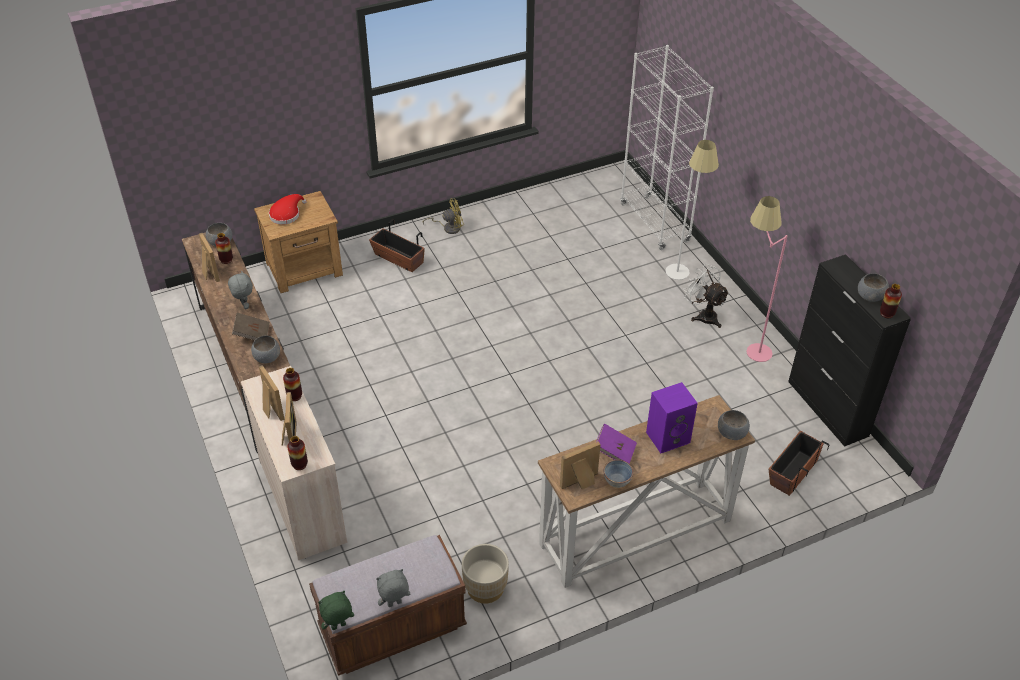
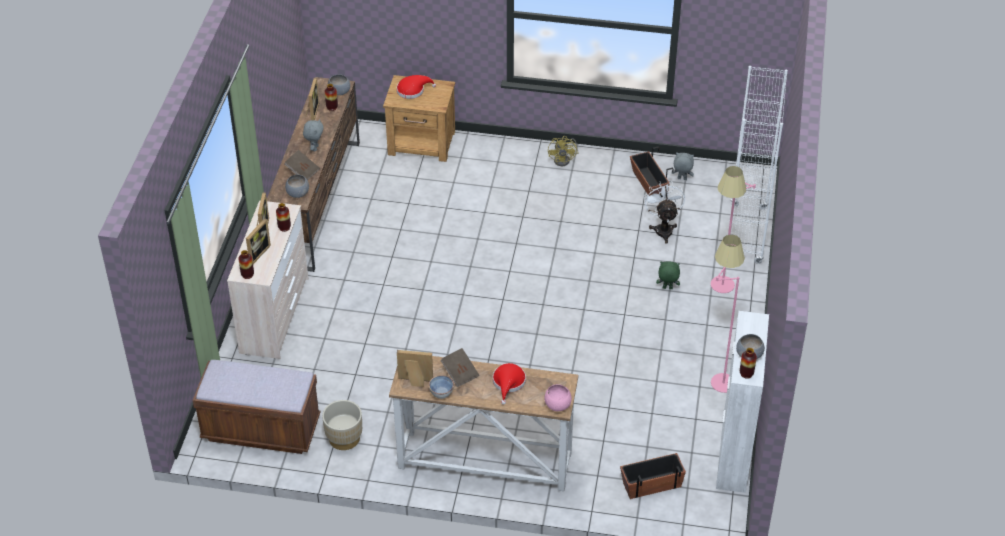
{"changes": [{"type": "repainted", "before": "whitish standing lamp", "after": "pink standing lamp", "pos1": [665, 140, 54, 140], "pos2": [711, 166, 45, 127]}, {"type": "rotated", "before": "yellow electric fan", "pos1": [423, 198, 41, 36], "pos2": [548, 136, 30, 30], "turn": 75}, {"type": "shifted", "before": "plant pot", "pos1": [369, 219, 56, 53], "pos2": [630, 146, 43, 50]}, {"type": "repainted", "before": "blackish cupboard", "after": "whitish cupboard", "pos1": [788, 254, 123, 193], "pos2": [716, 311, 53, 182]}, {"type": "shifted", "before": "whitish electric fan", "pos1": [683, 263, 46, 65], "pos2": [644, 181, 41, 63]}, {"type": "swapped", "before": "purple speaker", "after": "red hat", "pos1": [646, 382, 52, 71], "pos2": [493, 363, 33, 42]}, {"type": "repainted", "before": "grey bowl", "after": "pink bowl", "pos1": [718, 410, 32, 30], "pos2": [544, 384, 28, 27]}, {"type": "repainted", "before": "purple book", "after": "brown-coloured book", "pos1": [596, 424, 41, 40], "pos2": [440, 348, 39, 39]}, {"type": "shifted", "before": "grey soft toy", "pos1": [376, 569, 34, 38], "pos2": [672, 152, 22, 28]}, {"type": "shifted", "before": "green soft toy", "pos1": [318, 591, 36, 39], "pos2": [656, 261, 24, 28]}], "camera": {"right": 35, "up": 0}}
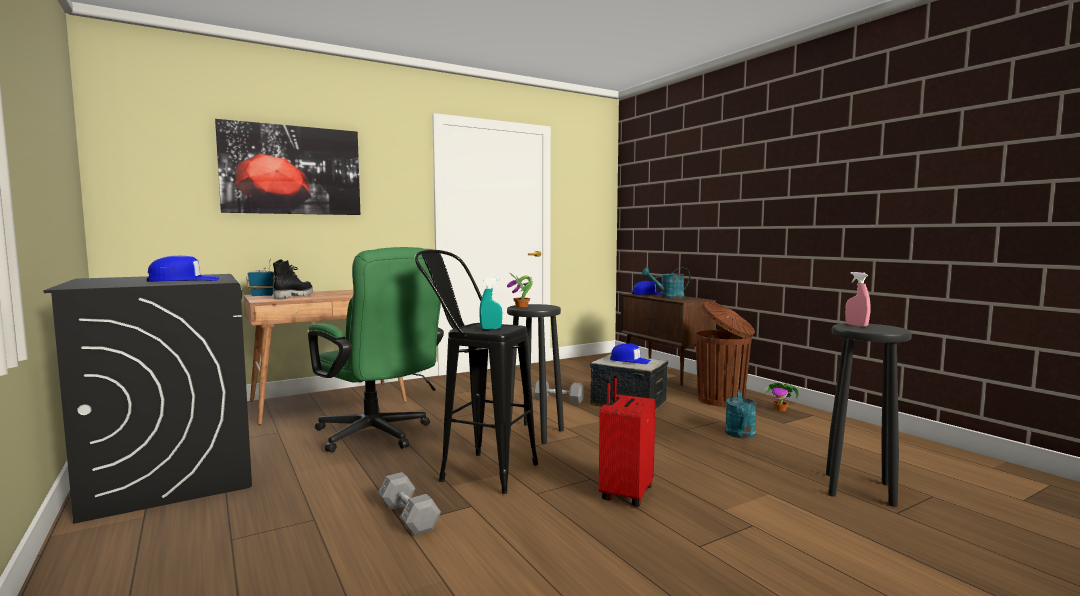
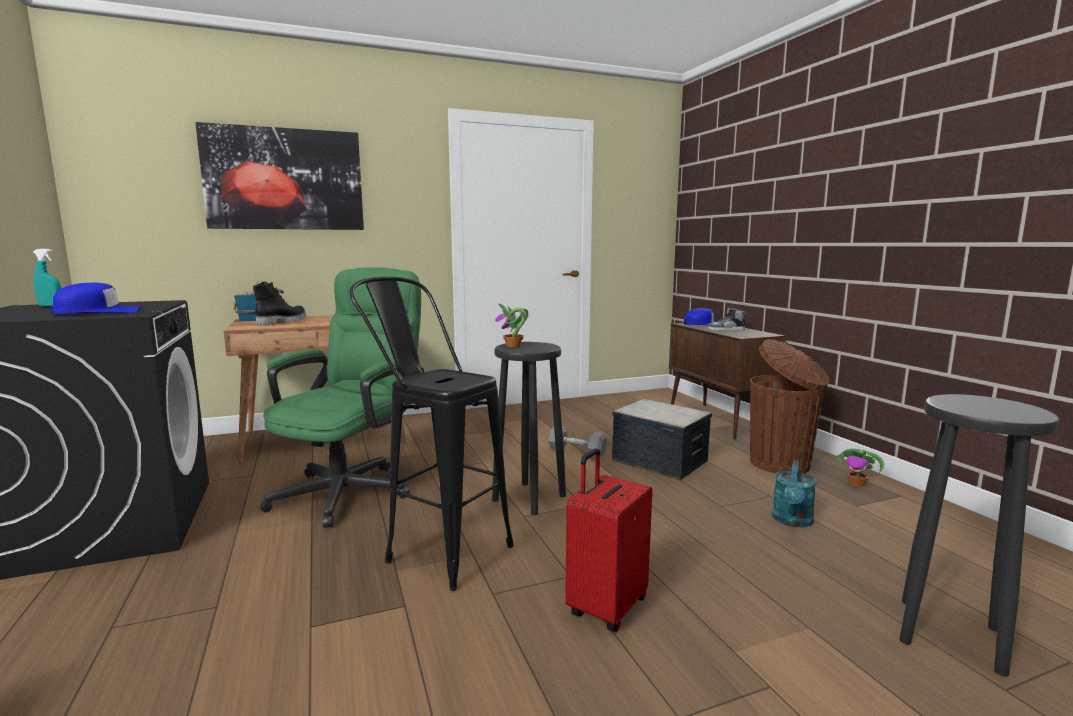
{"changes": [{"type": "rotated", "before": "green desk chair", "pos1": [308, 247, 136, 206], "pos2": [260, 267, 164, 261], "turn": -120}, {"type": "swapped", "before": "turquoise watering pot", "after": "shoe", "pos1": [642, 267, 48, 32], "pos2": [707, 308, 40, 23]}, {"type": "gone", "before": "pink sprayer", "pos1": [845, 272, 26, 55]}, {"type": "shifted", "before": "turquoise sprayer", "pos1": [479, 278, 23, 52], "pos2": [33, 249, 28, 58]}, {"type": "gone", "before": "blue-coloured baseball cap", "pos1": [610, 343, 41, 21]}, {"type": "gone", "before": "grey free weight", "pos1": [378, 472, 63, 64]}], "camera": {"right": 10, "up": 5}}
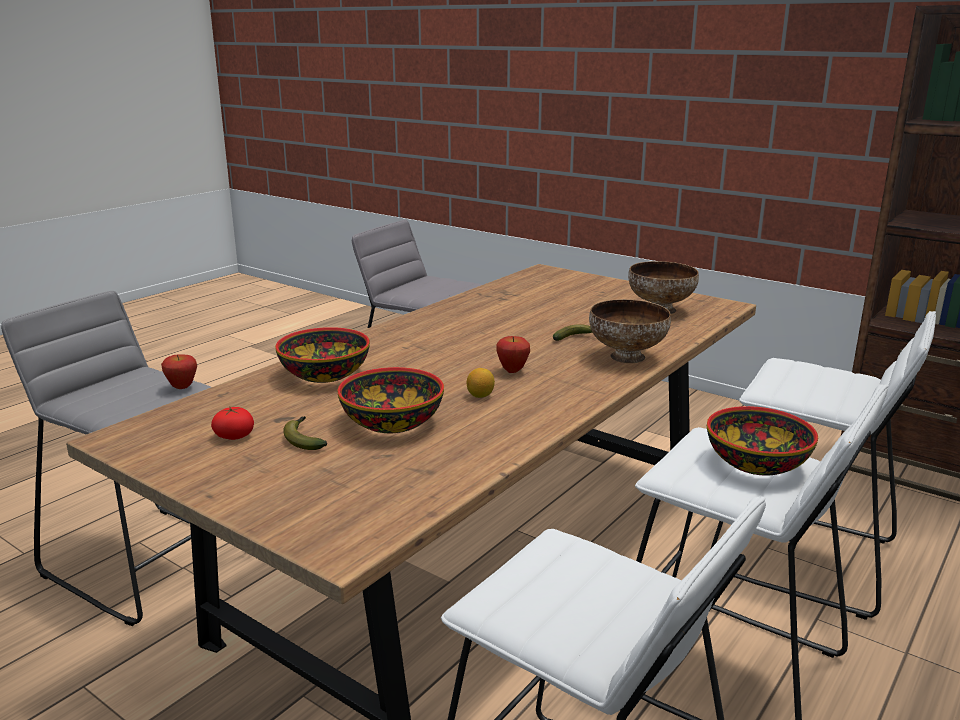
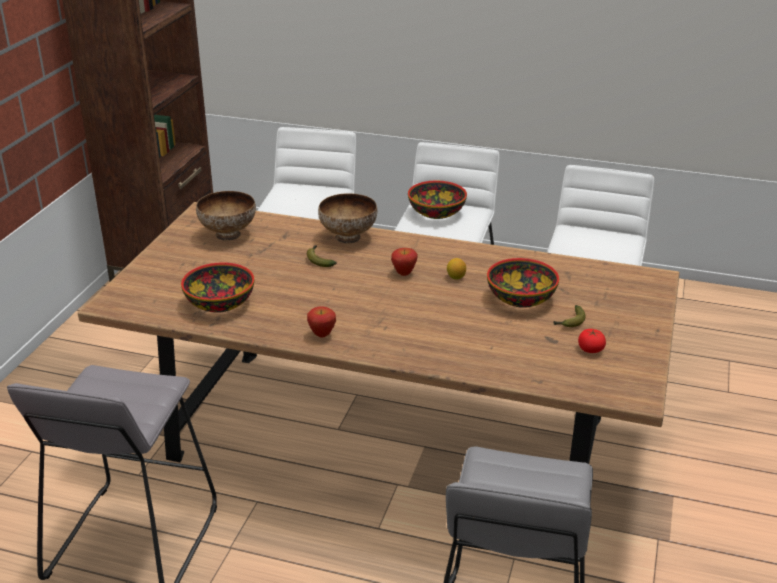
{"changes": [{"type": "shifted", "before": "bowl", "pos1": [275, 327, 95, 56], "pos2": [181, 262, 73, 51]}, {"type": "shifted", "before": "whole apple", "pos1": [161, 354, 36, 35], "pos2": [307, 306, 29, 32]}], "camera": {"right": -110, "up": 10}}
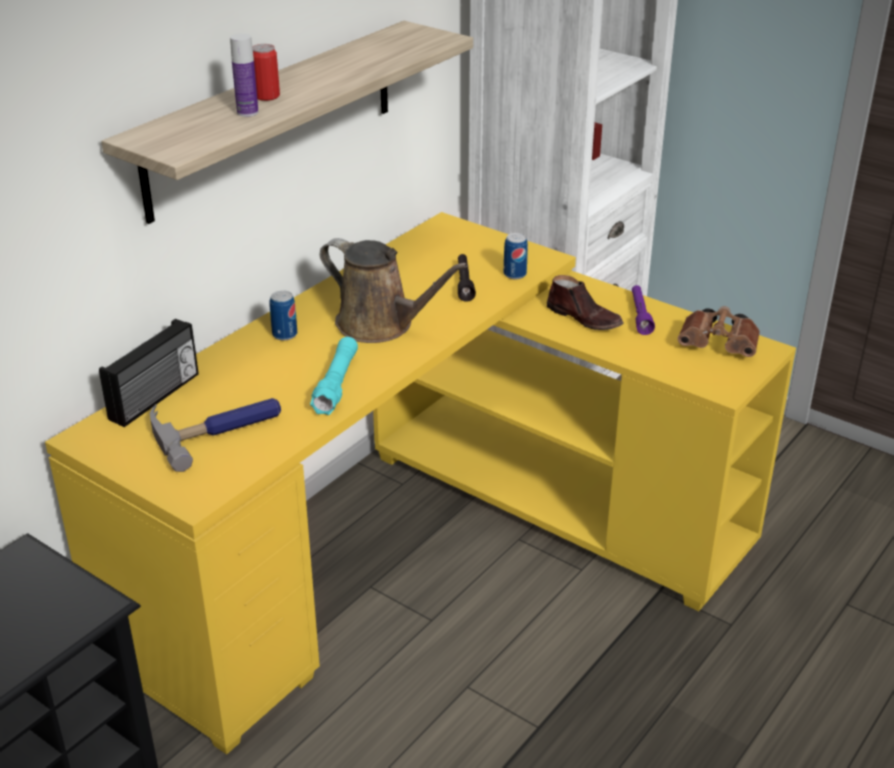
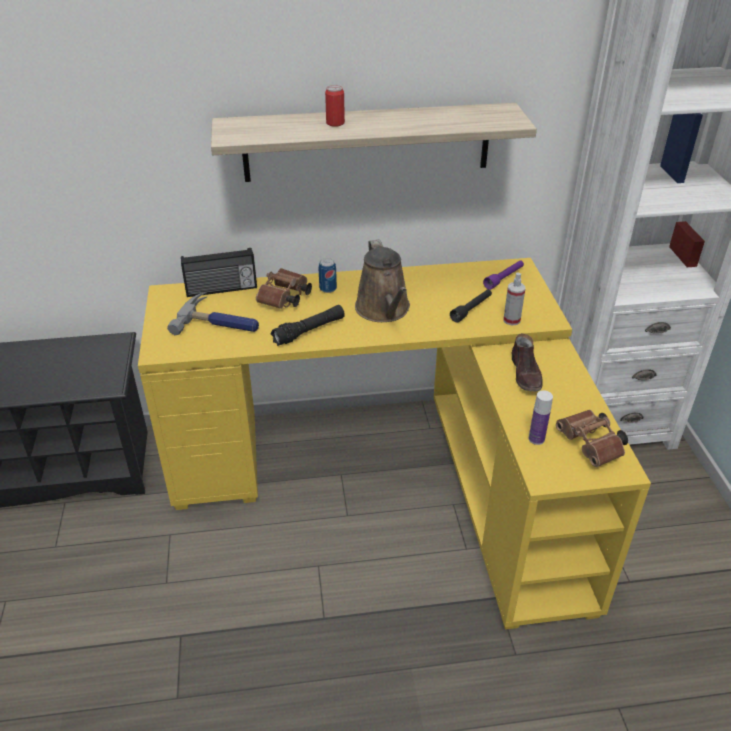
{"changes": [{"type": "shifted", "before": "bottle", "pos1": [230, 33, 28, 84], "pos2": [529, 390, 24, 55]}, {"type": "swapped", "before": "metal can", "after": "sprayer", "pos1": [504, 233, 24, 46], "pos2": [504, 273, 21, 53]}, {"type": "shifted", "before": "purple torch", "pos1": [632, 285, 23, 50], "pos2": [483, 260, 41, 30]}, {"type": "repainted", "before": "turquoise torch", "after": "blackish torch", "pos1": [310, 337, 48, 78], "pos2": [270, 305, 75, 41]}, {"type": "new", "after": "brown-coloured field glasses", "pos2": [256, 268, 56, 41]}], "camera": {"right": 45, "up": 5}}
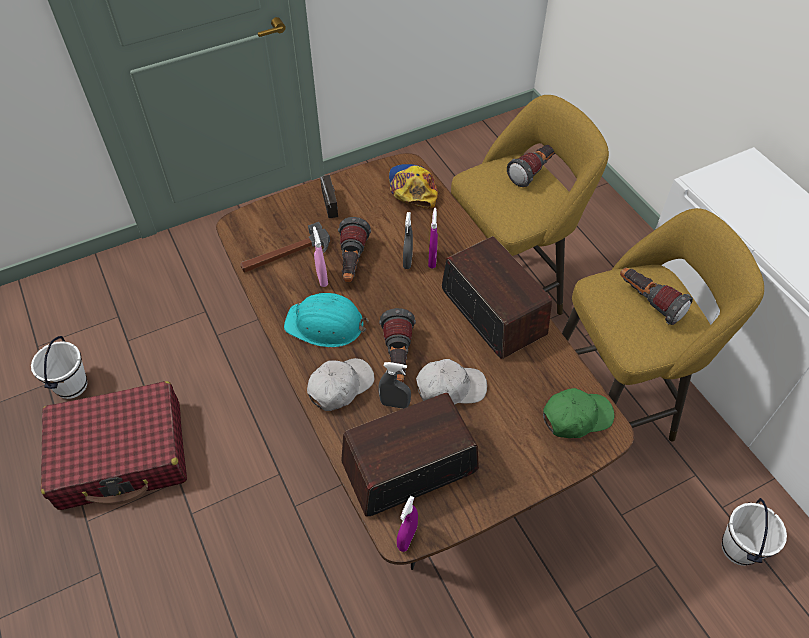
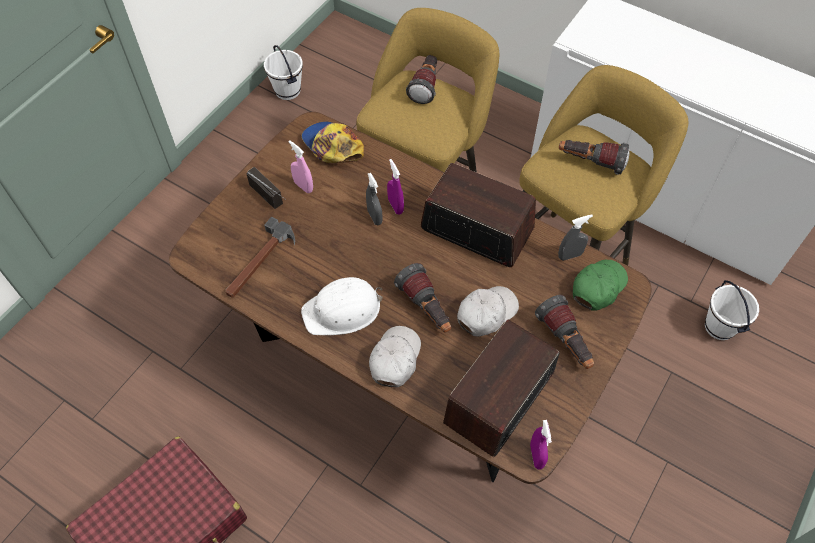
{"changes": [{"type": "shifted", "before": "torch", "pos1": [338, 217, 33, 65], "pos2": [535, 295, 59, 74]}, {"type": "shifted", "before": "pink sprayer", "pos1": [313, 227, 15, 60], "pos2": [289, 140, 24, 53]}, {"type": "repainted", "before": "turquoise hard hat", "after": "whitish hard hat", "pos1": [284, 293, 85, 54], "pos2": [301, 277, 82, 58]}, {"type": "shifted", "before": "whitish water bucket", "pos1": [31, 336, 56, 63], "pos2": [264, 45, 39, 55]}, {"type": "shifted", "before": "grey sprayer", "pos1": [378, 362, 33, 47], "pos2": [558, 214, 35, 47]}], "camera": {"right": -30, "up": 5}}
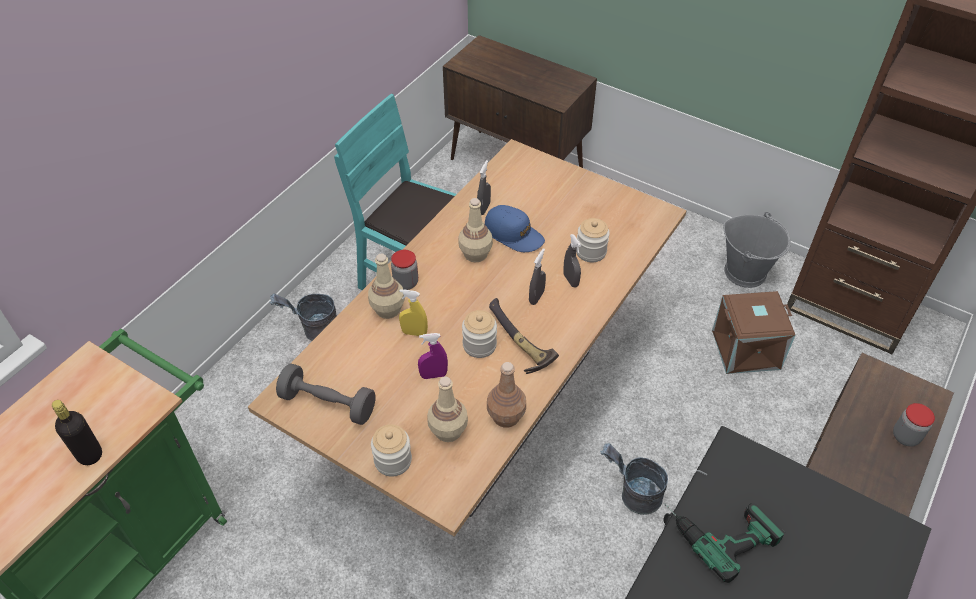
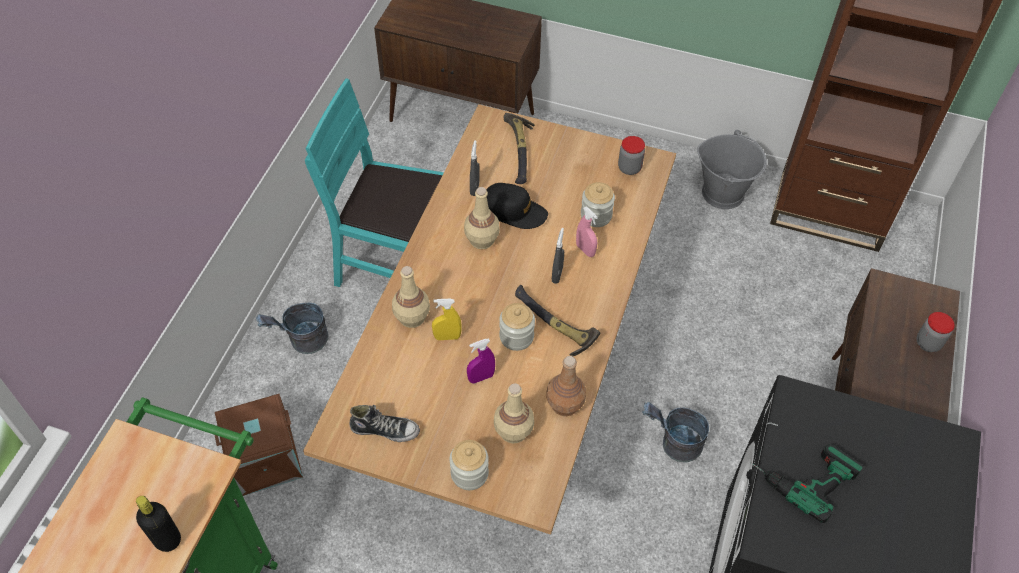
{"changes": [{"type": "repainted", "before": "blue-coloured baseball cap", "after": "blackish baseball cap", "pos1": [485, 205, 60, 47], "pos2": [486, 183, 62, 46]}, {"type": "repainted", "before": "grey sprayer", "after": "pink sprayer", "pos1": [563, 234, 18, 54], "pos2": [576, 206, 22, 51]}, {"type": "shifted", "before": "storage jar", "pos1": [391, 250, 27, 40], "pos2": [618, 136, 27, 39]}, {"type": "shifted", "before": "brown-coloured storage box", "pos1": [712, 291, 83, 83], "pos2": [215, 394, 88, 102]}, {"type": "swapped", "before": "grey free weight", "after": "shoe", "pos1": [276, 363, 100, 62], "pos2": [350, 405, 70, 37]}, {"type": "new", "after": "hand hammer", "pos2": [503, 113, 32, 71]}], "camera": {"right": -15, "up": 5}}
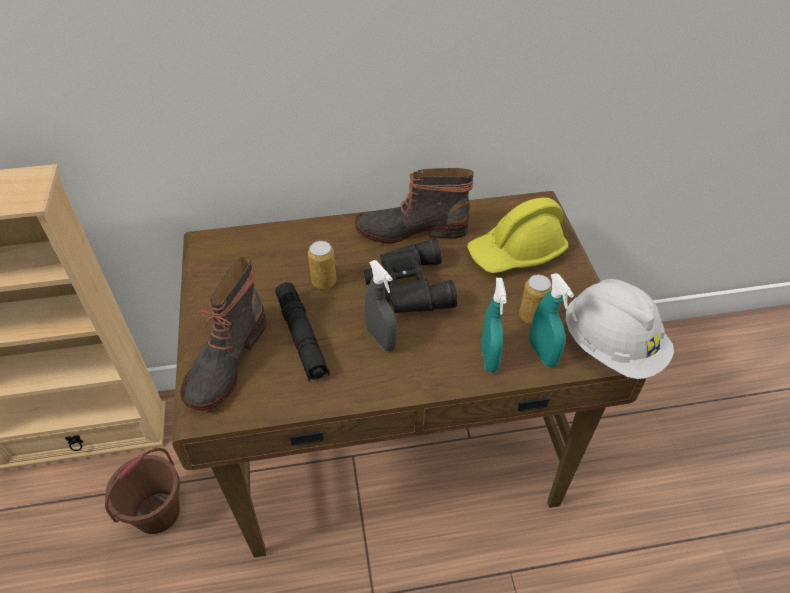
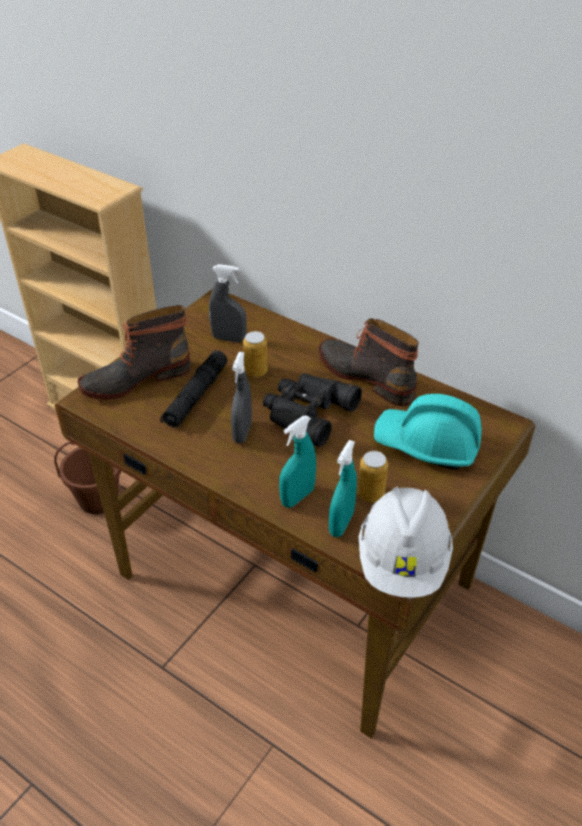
{"changes": [{"type": "repainted", "before": "yellow hard hat", "after": "turquoise hard hat", "pos1": [467, 198, 101, 75], "pos2": [374, 394, 108, 76]}, {"type": "new", "after": "grey sprayer", "pos2": [209, 264, 38, 79]}], "camera": {"right": 45, "up": -5}}
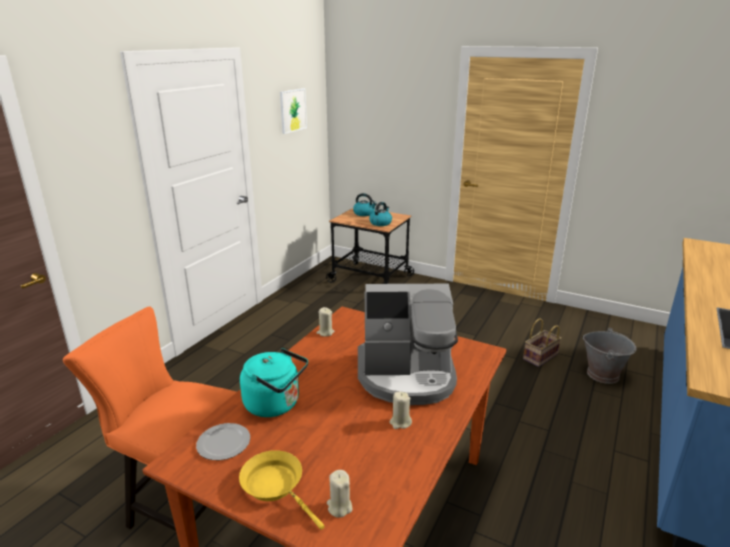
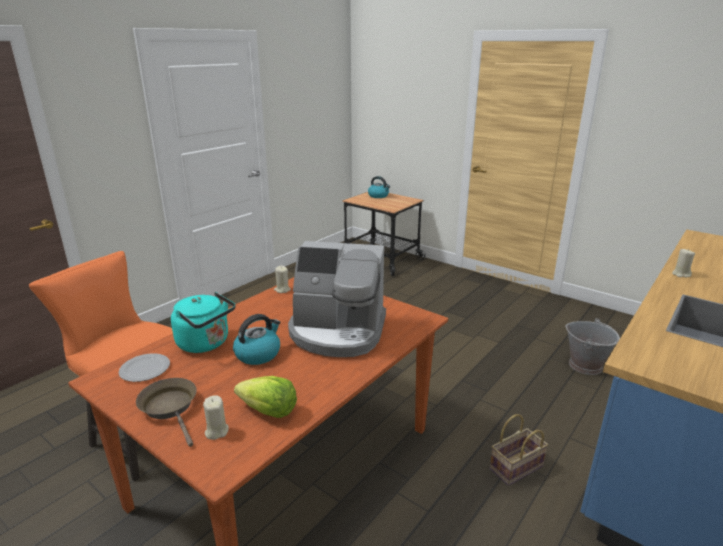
{"changes": [{"type": "gone", "before": "wall art", "pos1": [280, 88, 27, 46]}, {"type": "shifted", "before": "tea kettle", "pos1": [369, 202, 23, 24], "pos2": [233, 314, 47, 51]}, {"type": "shifted", "before": "household basket", "pos1": [523, 318, 38, 49], "pos2": [490, 414, 58, 72]}, {"type": "shifted", "before": "beige wax light", "pos1": [390, 392, 22, 37], "pos2": [672, 249, 23, 28]}, {"type": "repainted", "before": "yellow pan", "after": "brown-coloured pan", "pos1": [239, 450, 86, 80], "pos2": [136, 378, 61, 69]}, {"type": "new", "after": "lettuce head", "pos2": [234, 376, 63, 42]}], "camera": {"right": 10, "up": 0}}
